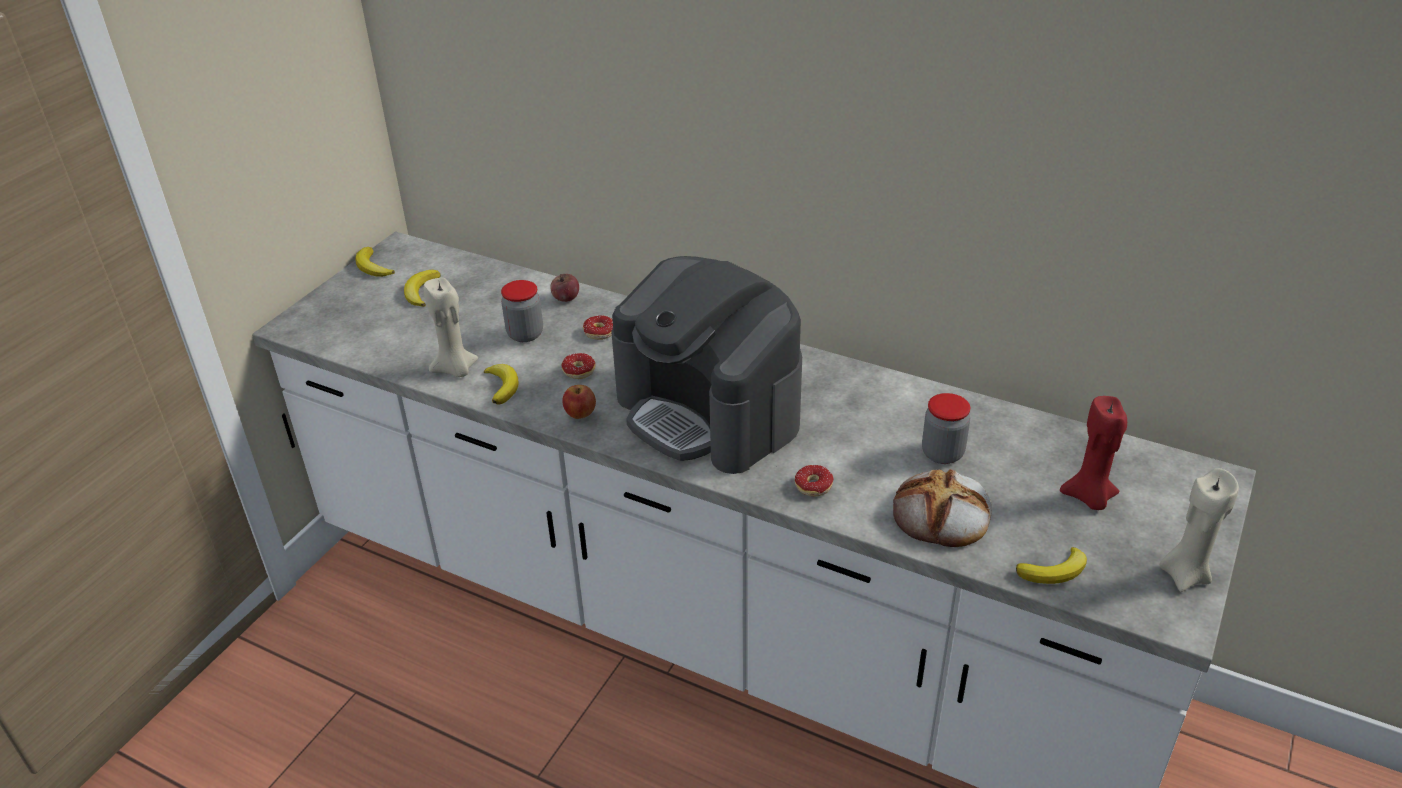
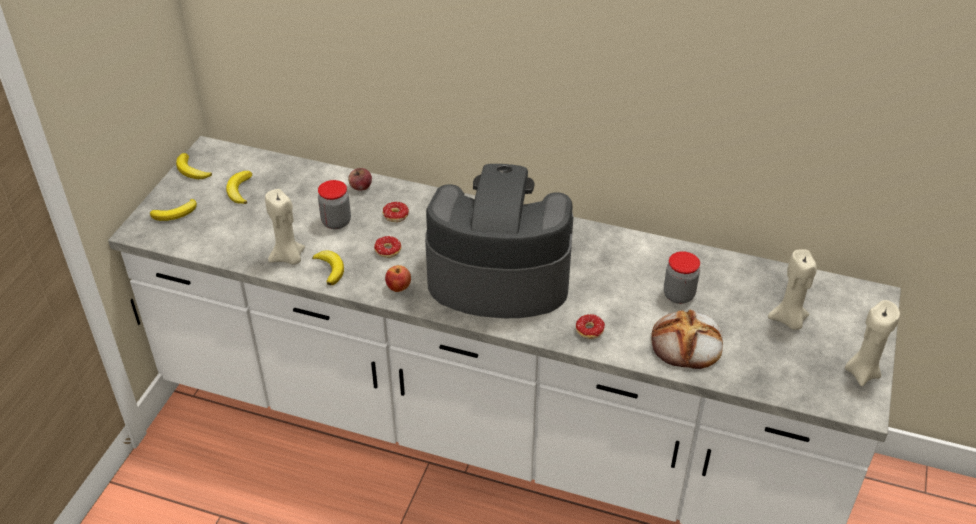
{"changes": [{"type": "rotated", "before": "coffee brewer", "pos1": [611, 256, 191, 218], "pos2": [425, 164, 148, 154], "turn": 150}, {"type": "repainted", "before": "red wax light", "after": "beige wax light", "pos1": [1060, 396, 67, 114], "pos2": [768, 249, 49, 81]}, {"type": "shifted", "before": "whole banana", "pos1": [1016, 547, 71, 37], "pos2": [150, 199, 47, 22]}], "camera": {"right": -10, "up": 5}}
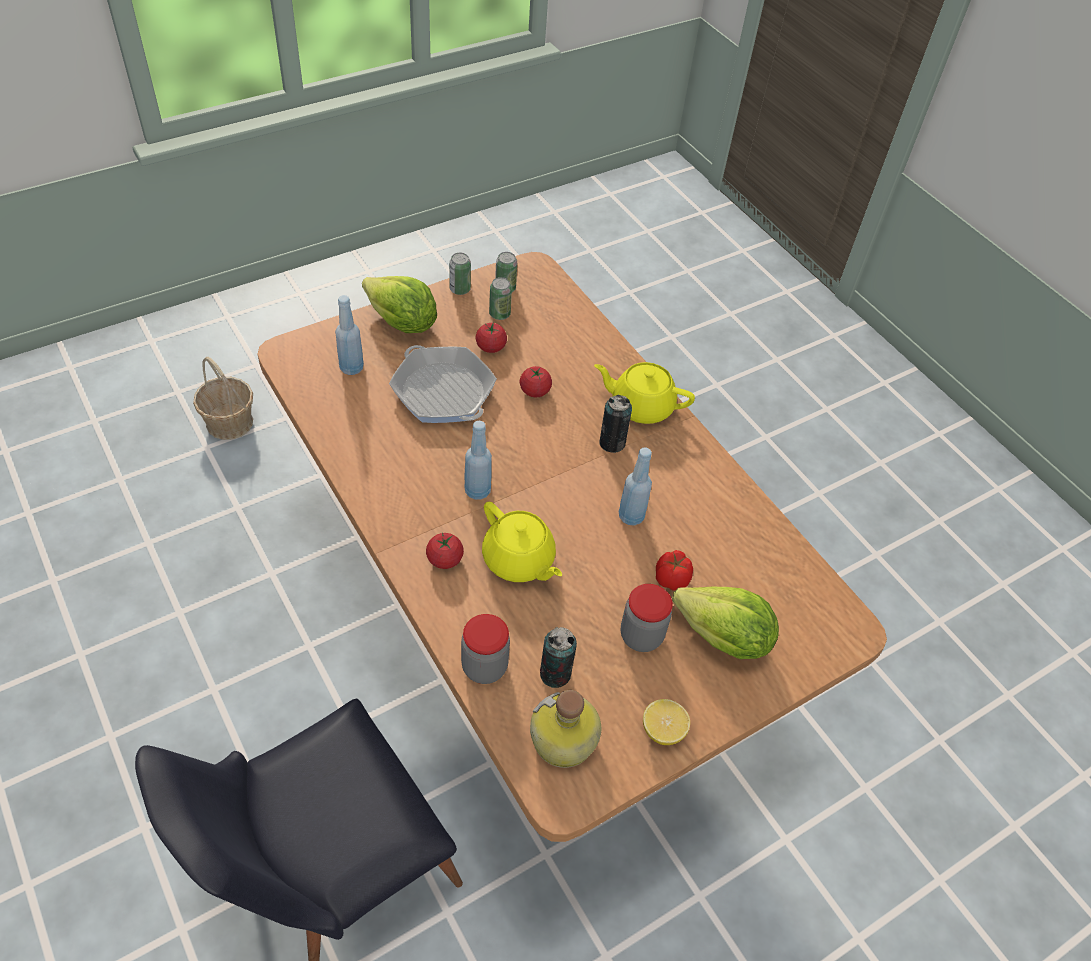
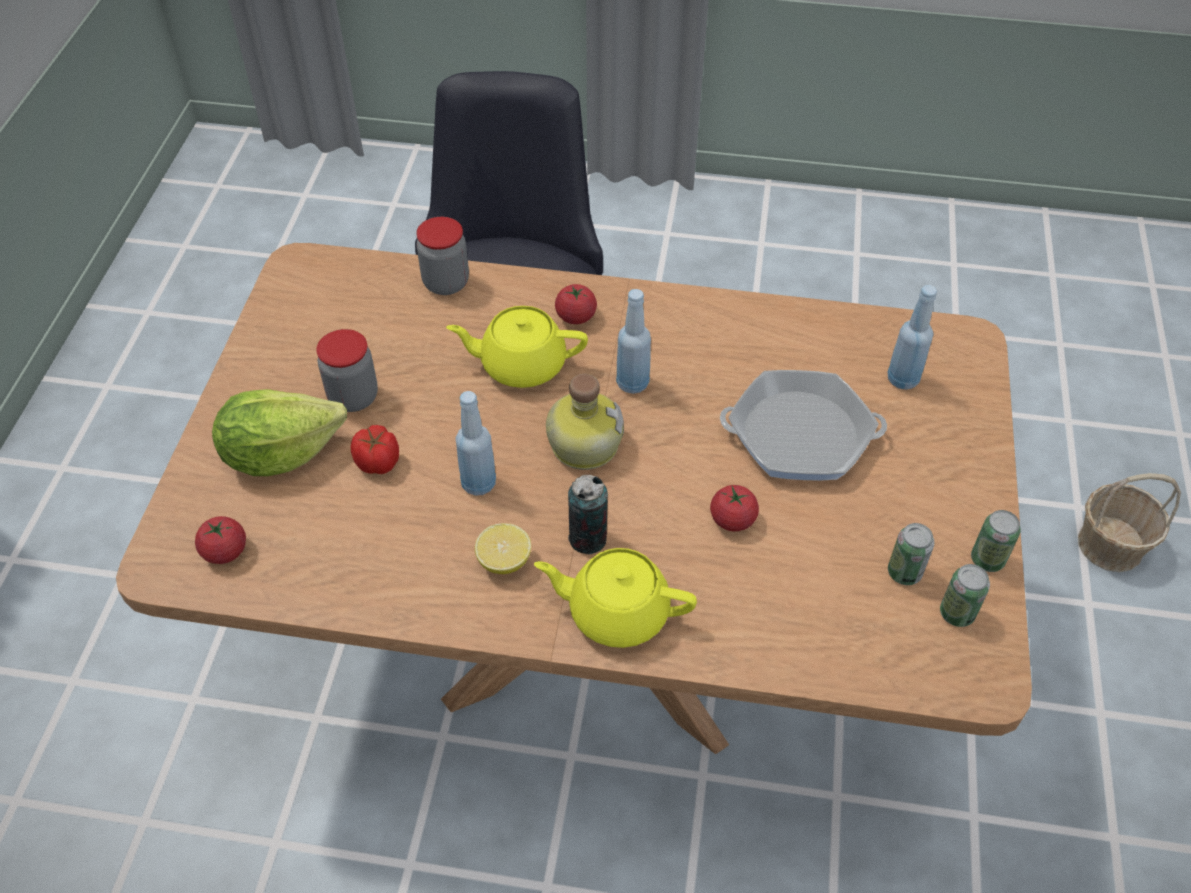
{"changes": [{"type": "gone", "before": "lettuce head", "pos1": [362, 276, 75, 57]}, {"type": "shifted", "before": "fresh tomato", "pos1": [476, 322, 31, 31], "pos2": [195, 516, 51, 48]}, {"type": "rotated", "before": "yellow tea pot", "pos1": [594, 362, 101, 62], "pos2": [534, 548, 163, 100], "turn": -135}, {"type": "gone", "before": "metal can", "pos1": [540, 627, 37, 61]}, {"type": "shifted", "before": "bottle", "pos1": [530, 690, 71, 78], "pos2": [546, 374, 78, 96]}, {"type": "shifted", "before": "citrus fruit", "pos1": [643, 699, 47, 46], "pos2": [475, 523, 56, 51]}], "camera": {"right": 135, "up": 0}}
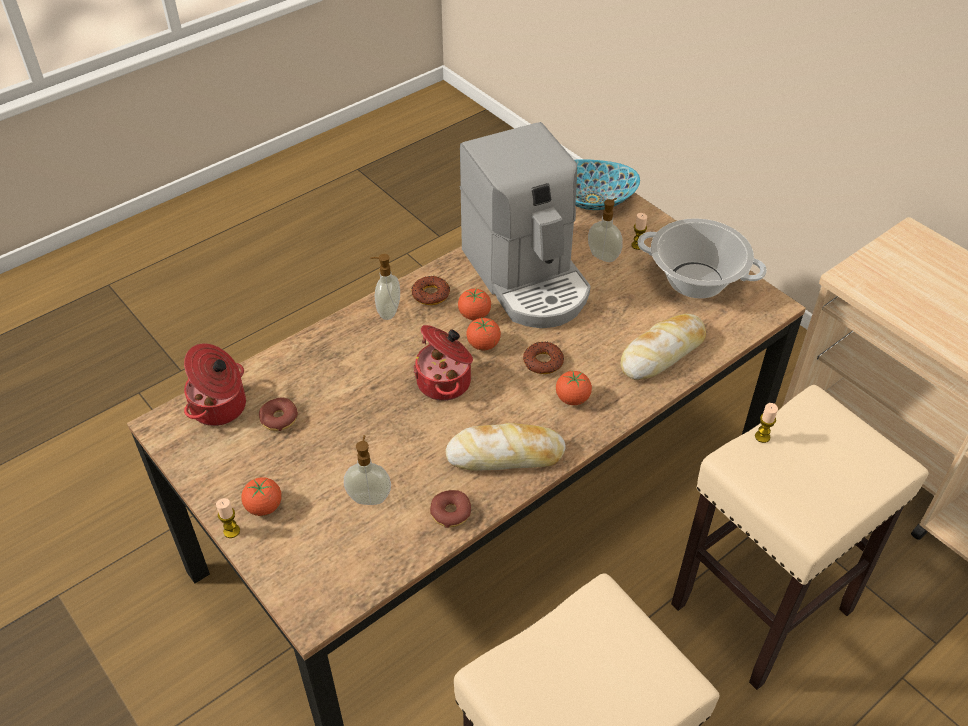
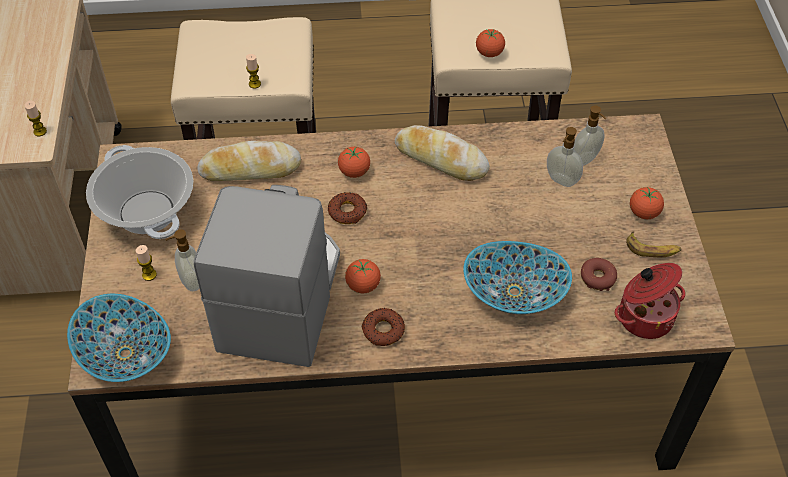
{"changes": [{"type": "shifted", "before": "soap dispenser", "pos1": [370, 254, 30, 66], "pos2": [574, 105, 32, 61]}, {"type": "shifted", "before": "fresh tomato", "pos1": [466, 318, 35, 32], "pos2": [476, 29, 29, 28]}, {"type": "gone", "before": "stockpot", "pos1": [413, 325, 60, 76]}, {"type": "gone", "before": "doughnut", "pos1": [430, 490, 41, 38]}, {"type": "shifted", "before": "wax light", "pos1": [216, 498, 24, 40], "pos2": [24, 101, 23, 35]}, {"type": "new", "after": "whole banana", "pos2": [626, 231, 56, 26]}, {"type": "new", "after": "bowl", "pos2": [463, 241, 109, 73]}], "camera": {"right": -145, "up": 5}}
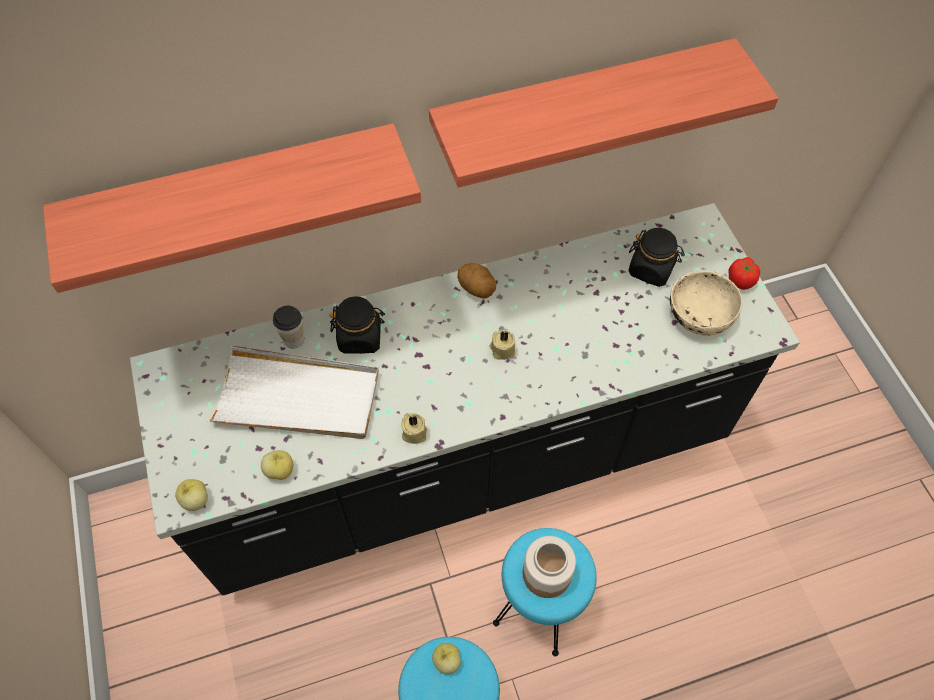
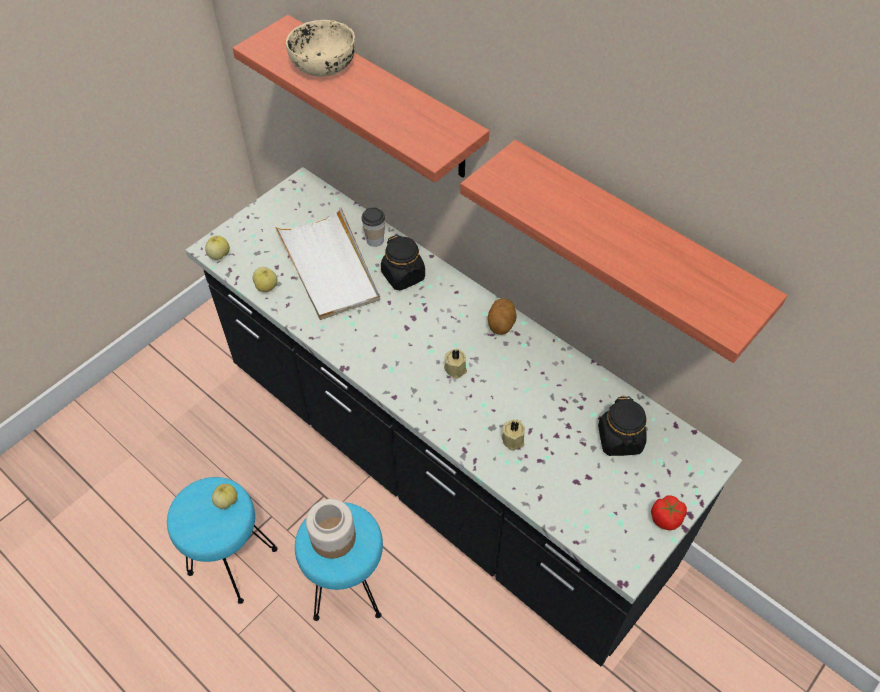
{"changes": [{"type": "shifted", "before": "beige bowl", "pos1": [670, 270, 72, 66], "pos2": [286, 20, 70, 56]}, {"type": "shifted", "before": "beige wax light", "pos1": [401, 413, 26, 31], "pos2": [502, 420, 23, 31]}], "camera": {"right": 60, "up": -5}}
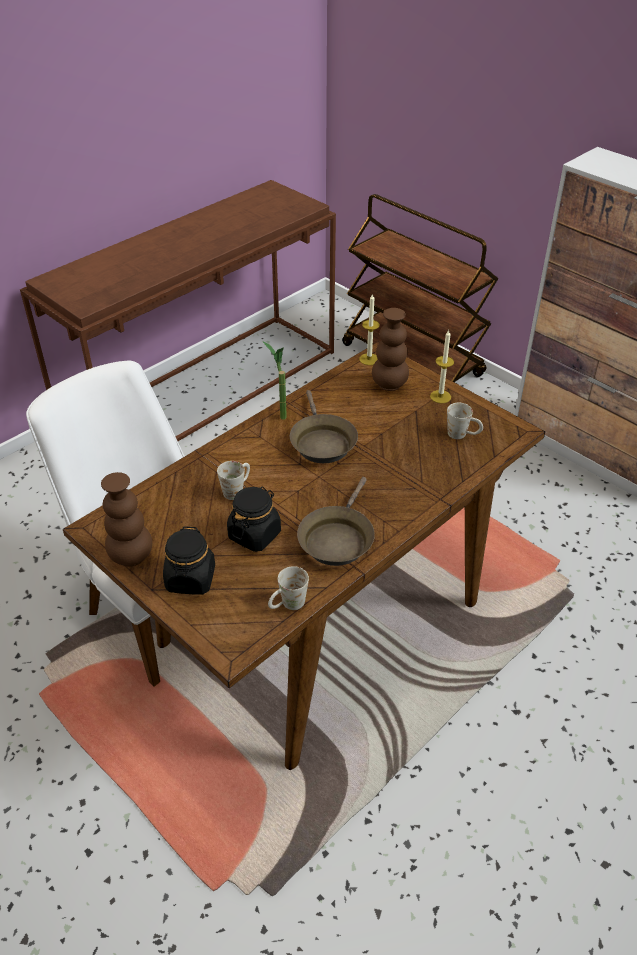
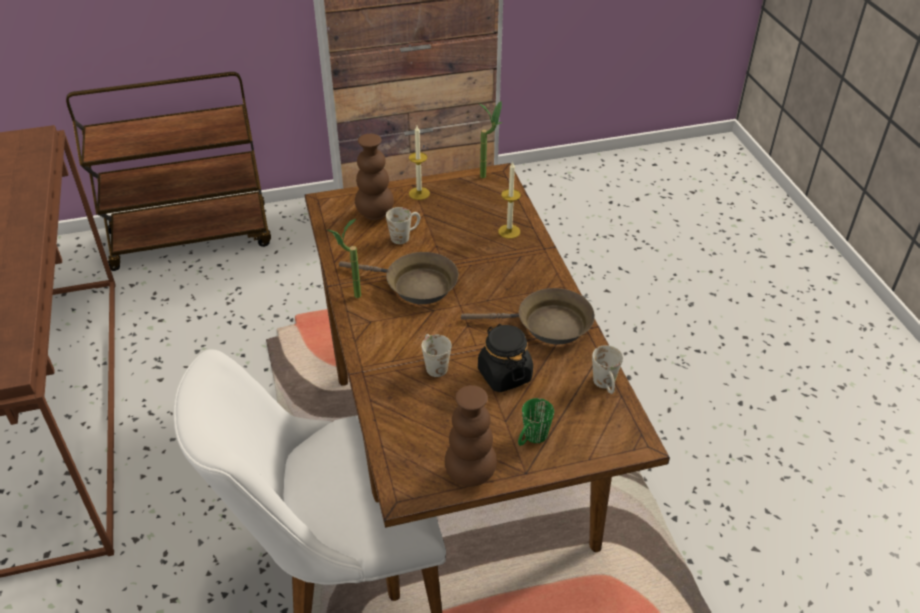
{"changes": [{"type": "shifted", "before": "wax light", "pos1": [359, 293, 21, 72], "pos2": [498, 161, 23, 78]}, {"type": "shifted", "before": "whitish mug", "pos1": [447, 403, 36, 36], "pos2": [386, 207, 34, 37]}, {"type": "rotated", "before": "brown-coloured pan", "pos1": [297, 477, 78, 89], "pos2": [461, 288, 134, 56], "turn": -45}, {"type": "swapped", "before": "blackish storage jar", "after": "green mug", "pos1": [163, 526, 52, 68], "pos2": [518, 398, 36, 48]}, {"type": "new", "after": "houseplant", "pos2": [479, 100, 24, 78]}], "camera": {"right": -60, "up": 0}}
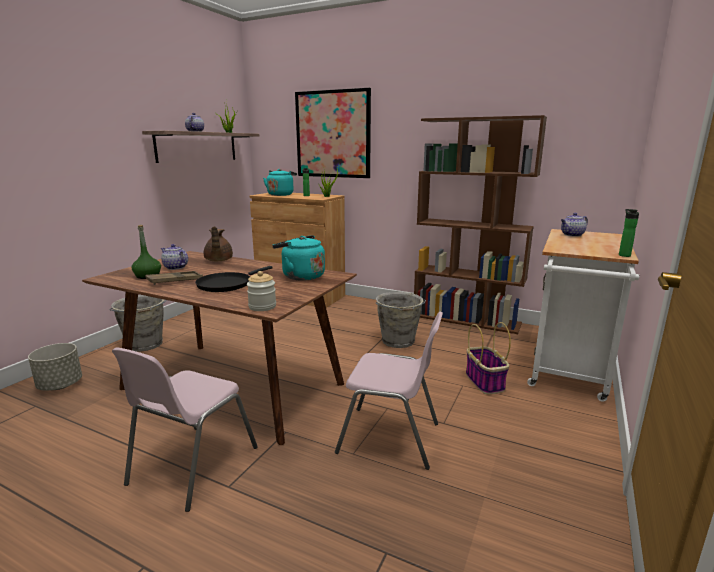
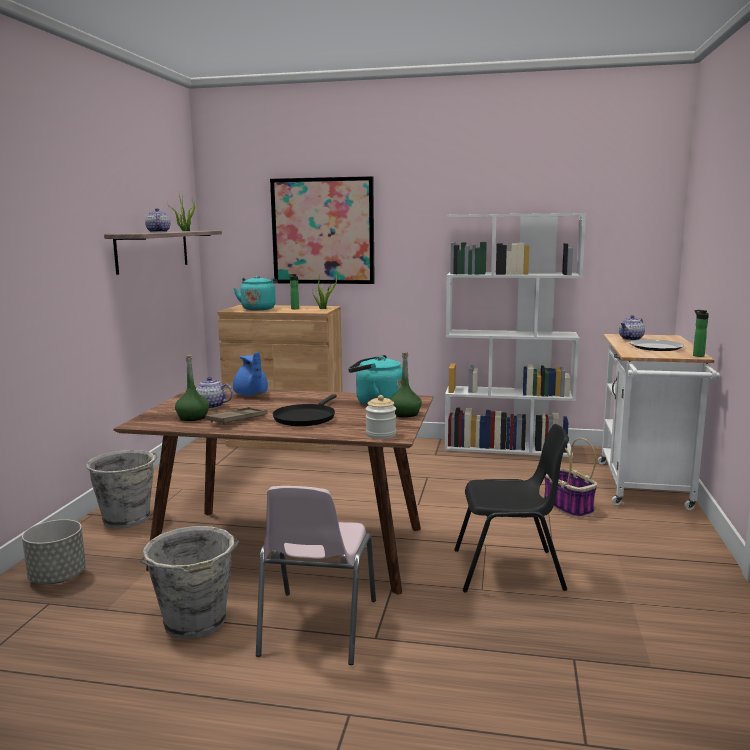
{"changes": [{"type": "repainted", "before": "brown-coloured bookcase", "after": "whitish bookcase", "pos1": [414, 115, 133, 219], "pos2": [444, 213, 142, 244]}, {"type": "repainted", "before": "brown-coloured tea pot", "after": "blue-coloured tea pot", "pos1": [204, 226, 29, 35], "pos2": [233, 352, 35, 44]}, {"type": "shifted", "before": "grey water bucket", "pos1": [375, 292, 51, 56], "pos2": [140, 526, 99, 113]}, {"type": "repainted", "before": "pink upright chair", "after": "blackish upright chair", "pos1": [335, 312, 108, 158], "pos2": [454, 424, 115, 169]}, {"type": "new", "after": "plate", "pos2": [630, 339, 54, 12]}, {"type": "new", "after": "green bottle", "pos2": [390, 352, 32, 66]}], "camera": {"right": -15, "up": -5}}
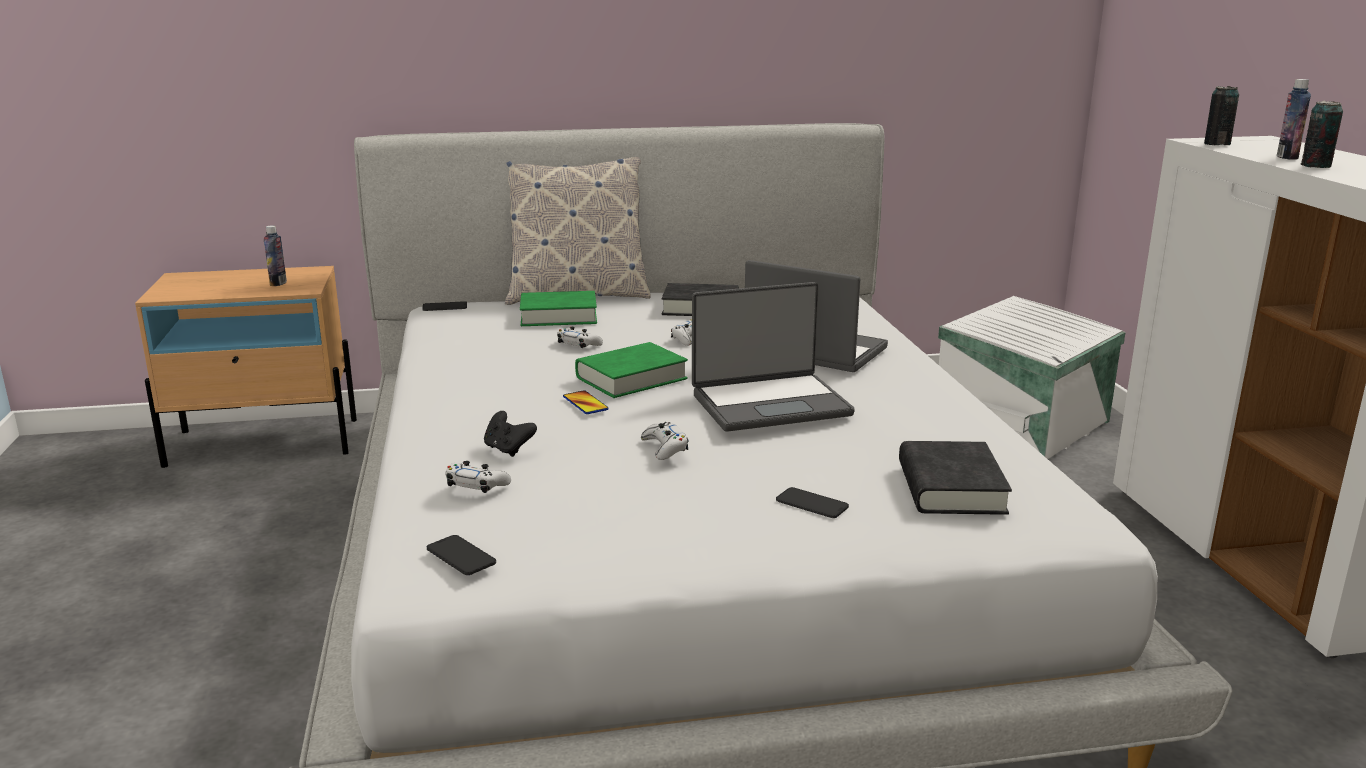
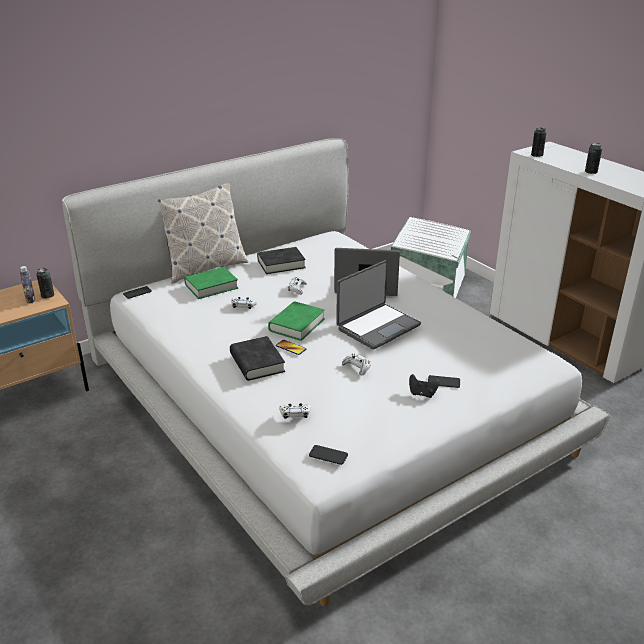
{"changes": [{"type": "gone", "before": "bottle", "pos1": [1277, 79, 34, 81]}, {"type": "shifted", "before": "blackish game controller", "pos1": [484, 411, 53, 46], "pos2": [409, 374, 31, 24]}, {"type": "shifted", "before": "blackish book", "pos1": [899, 441, 113, 74], "pos2": [230, 336, 55, 45]}, {"type": "new", "after": "metal can", "pos2": [36, 268, 18, 31]}], "camera": {"right": -25, "up": 10}}
